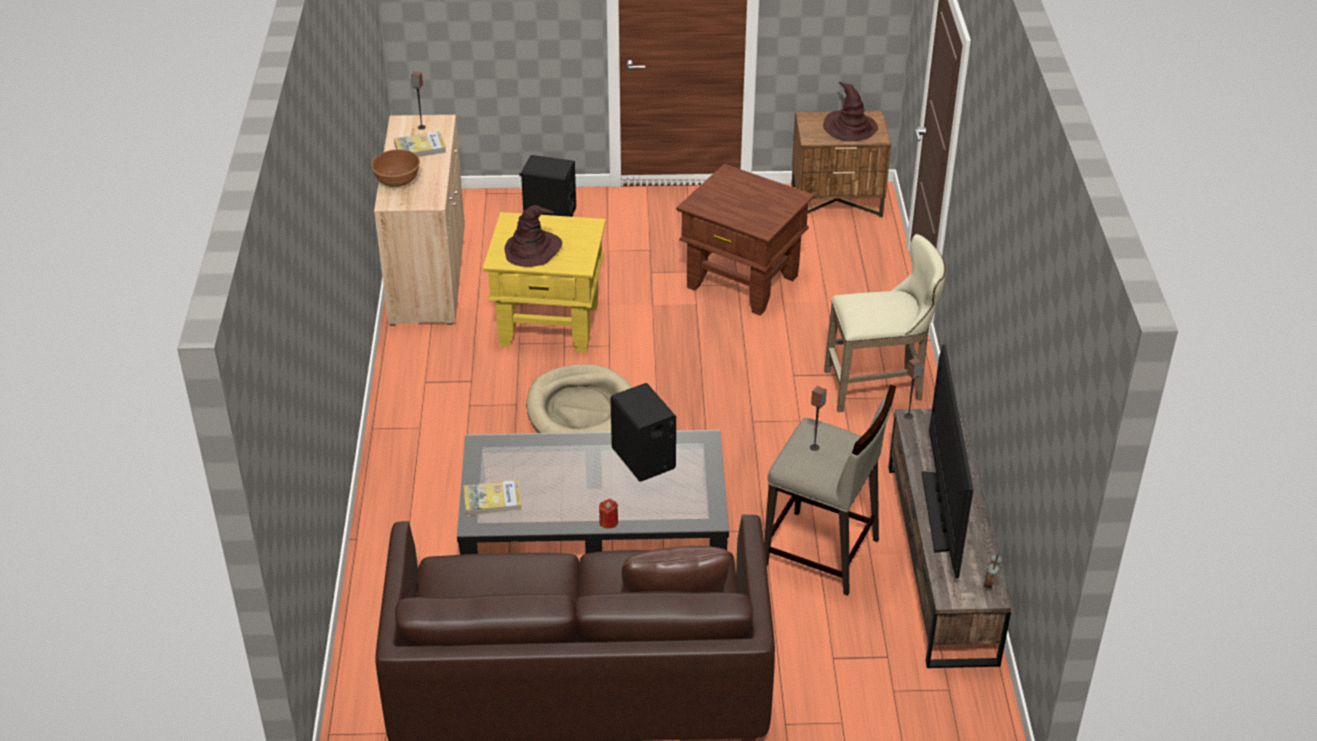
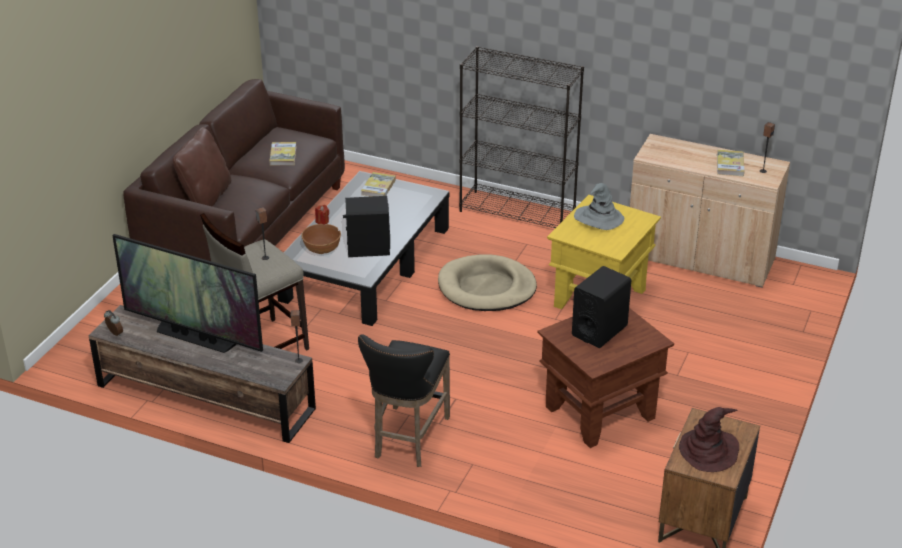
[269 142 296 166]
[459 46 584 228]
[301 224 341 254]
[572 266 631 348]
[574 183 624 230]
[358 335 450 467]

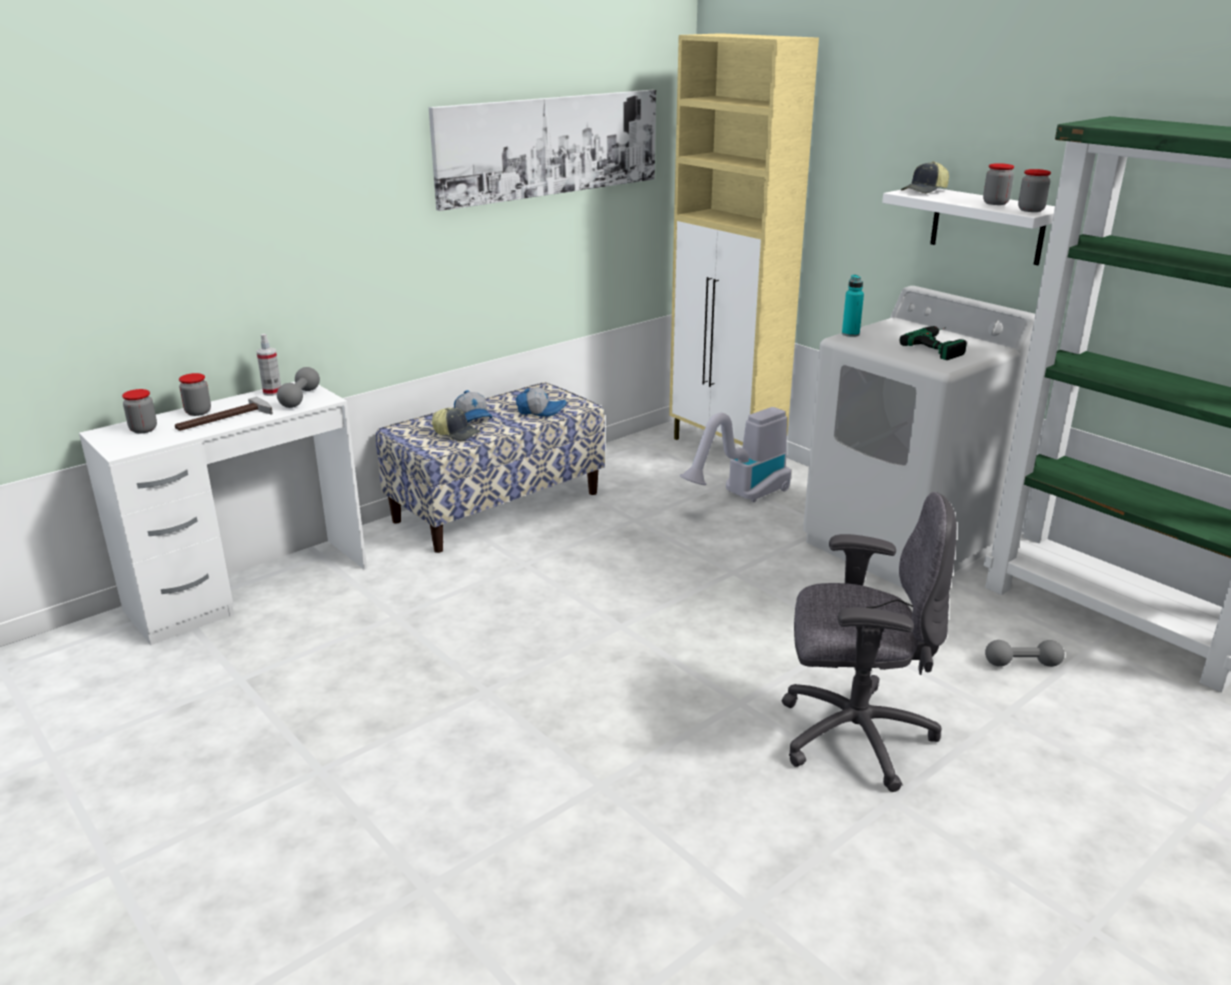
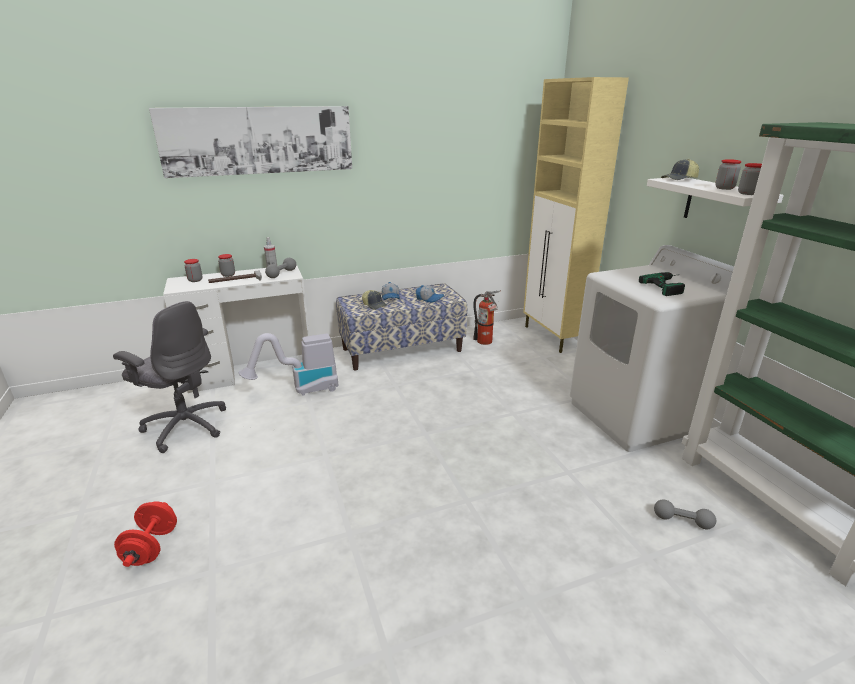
[842 274 864 337] (first image)
[114 501 177 567]
[473 290 501 345]
[149 106 352 178]
[239 333 338 396]
[113 301 226 453]

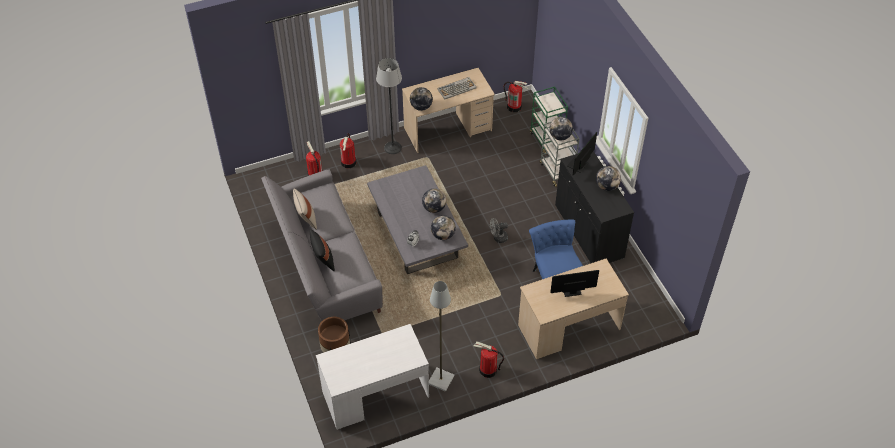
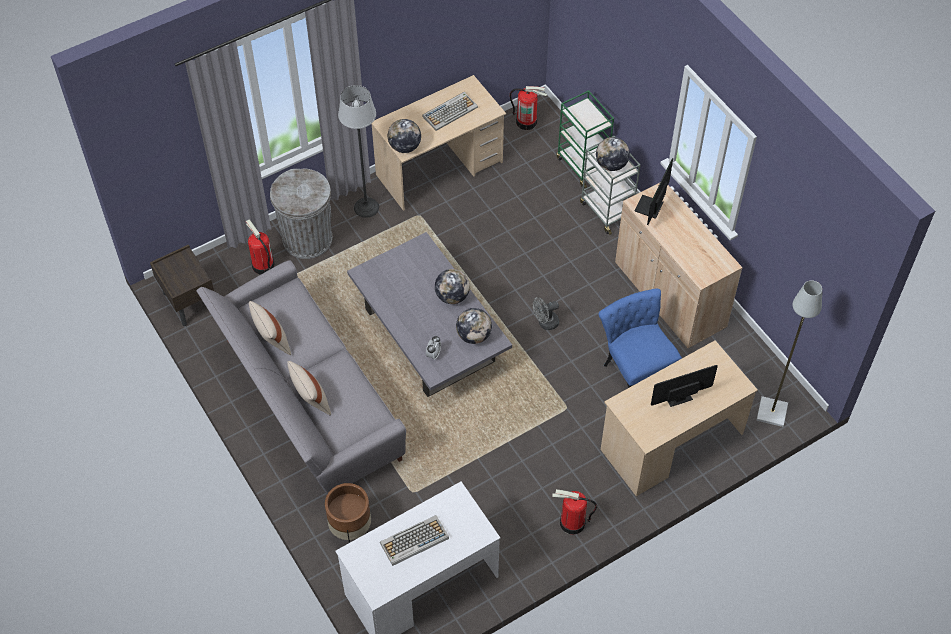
[596 166 621 191] (first image)
[150 244 214 326]
[380 515 449 566]
[757 281 822 427]
[270 168 332 259]
[287 361 331 416]
[615 183 743 348]

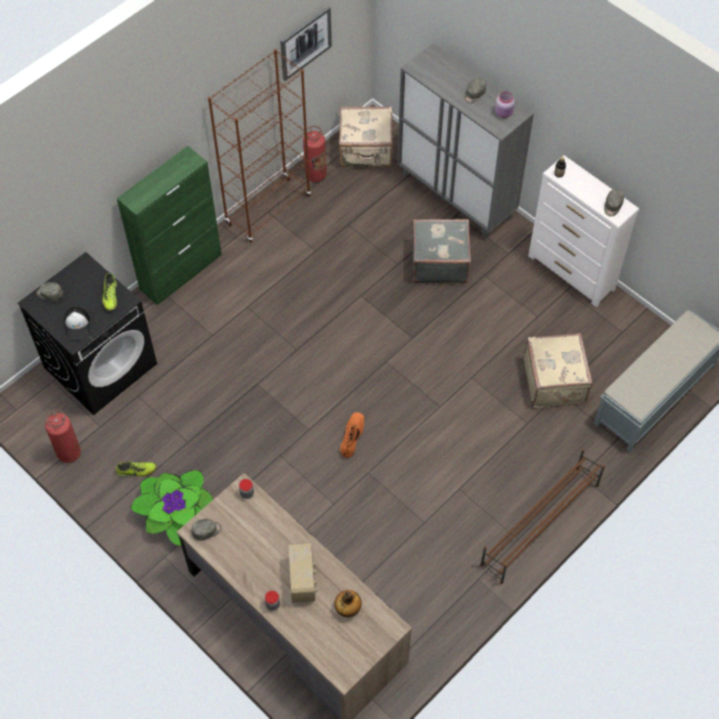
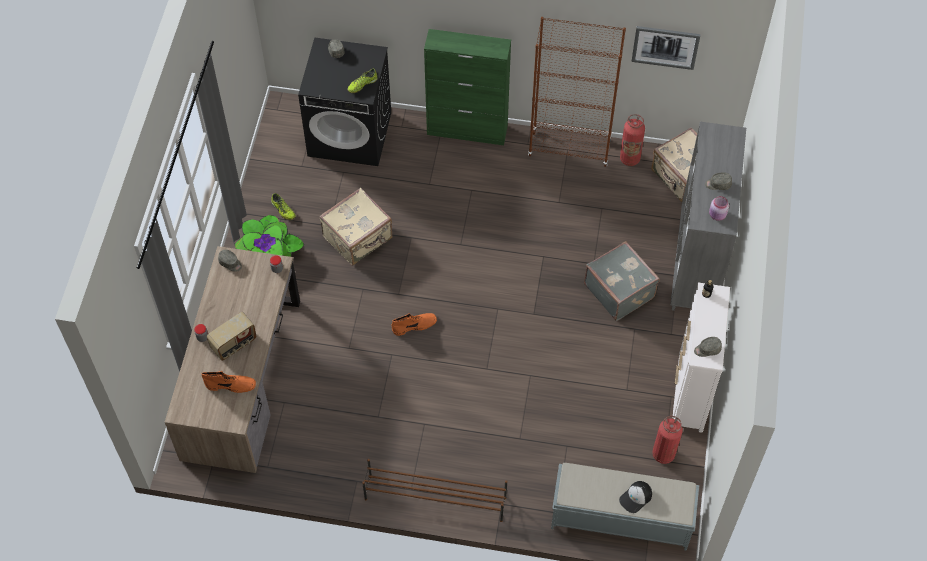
[652 416 683 464]
[619 481 652 513]
[319 188 393 266]
[201 371 256 393]

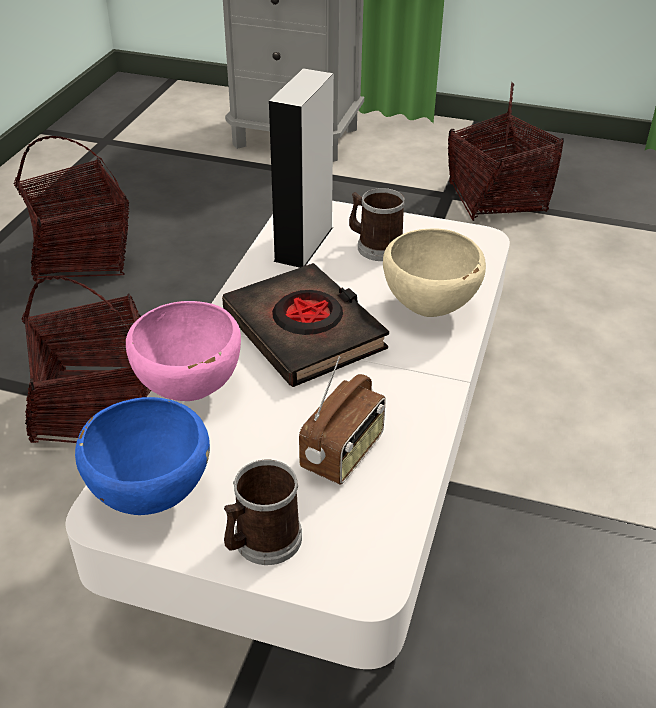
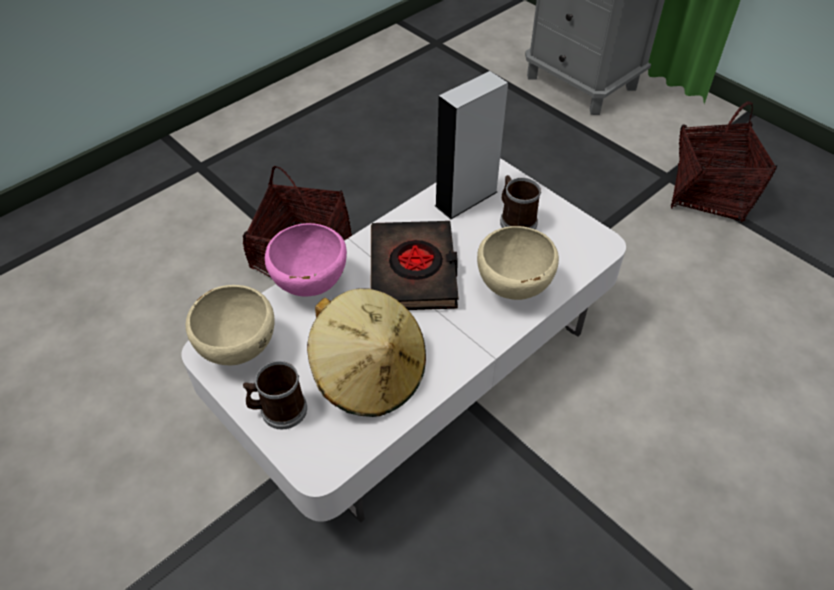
[14 136 129 282] (first image)
[307 288 426 417]
[185 285 275 365]

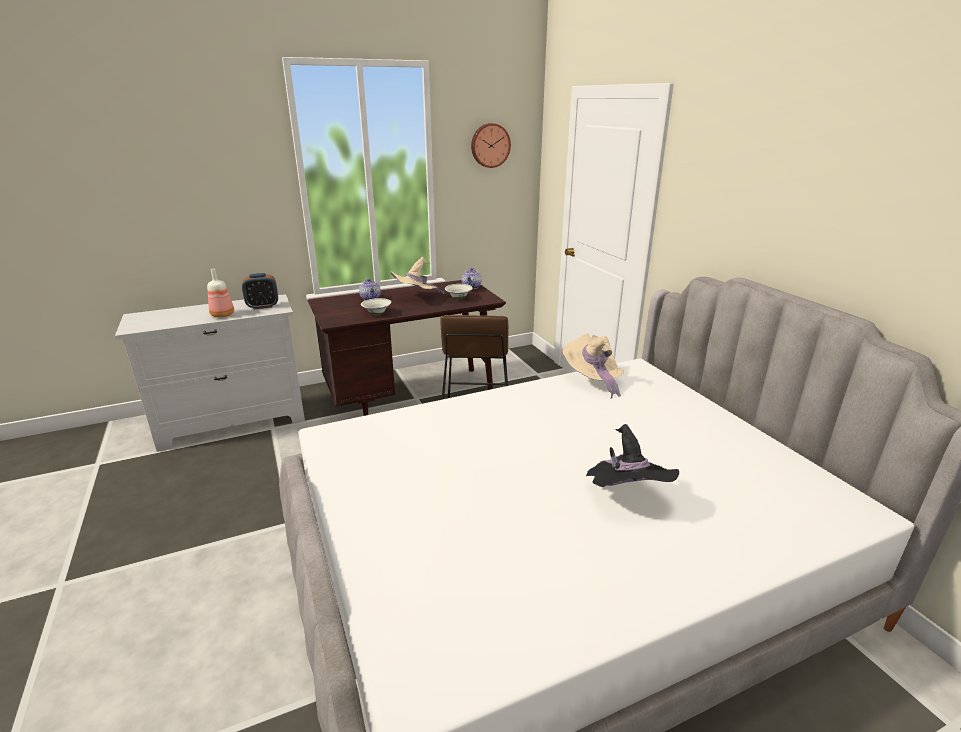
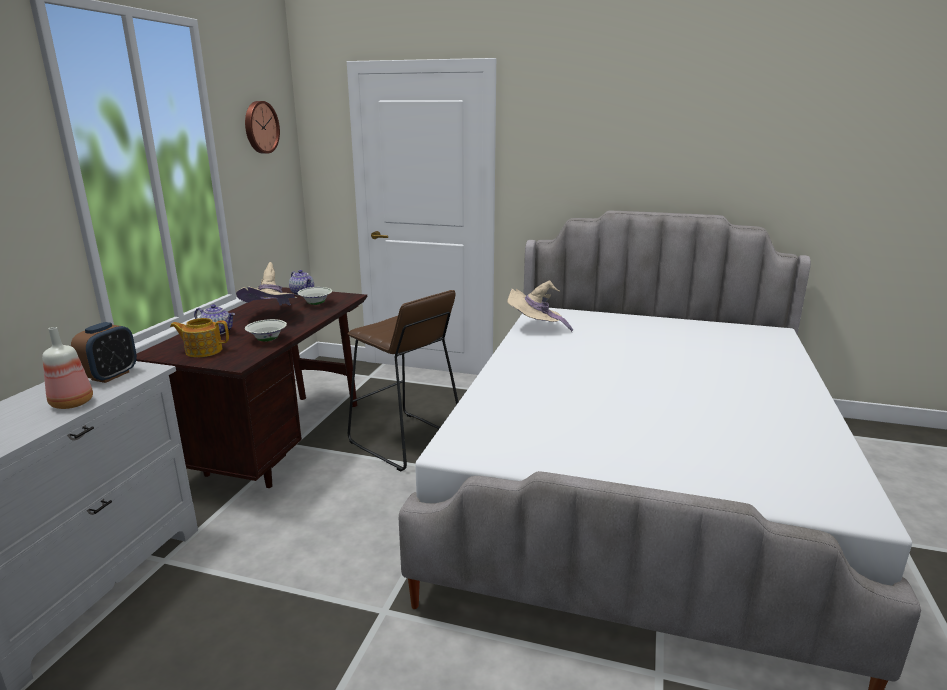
[586 424 679 487] (first image)
[170 318 229 357]

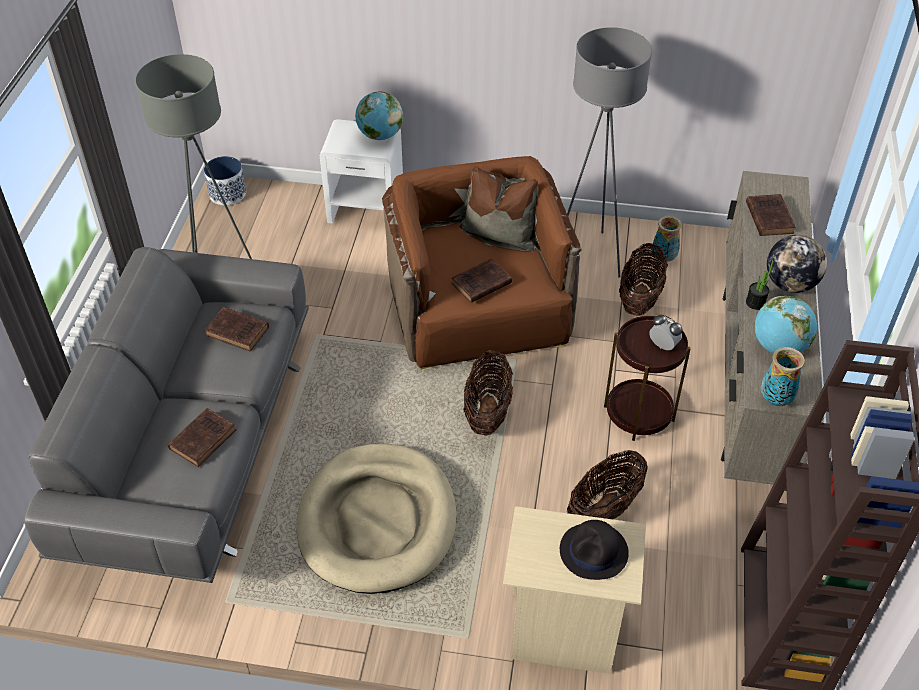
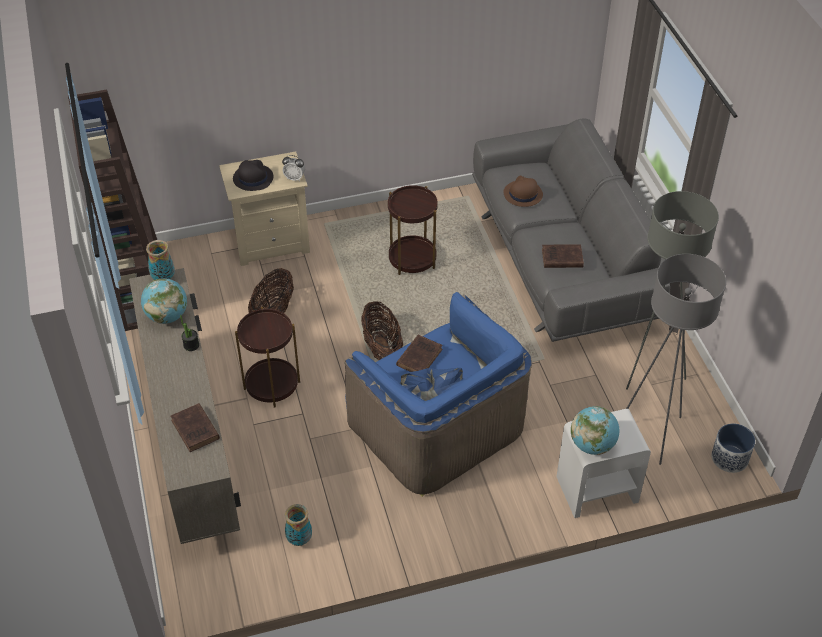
[619 243 668 316] (first image)
[767 235 827 293] (first image)
[626 254 726 465]
[282 155 305 182]
[504 176 543 207]
[388 185 438 275]
[345 292 532 497]

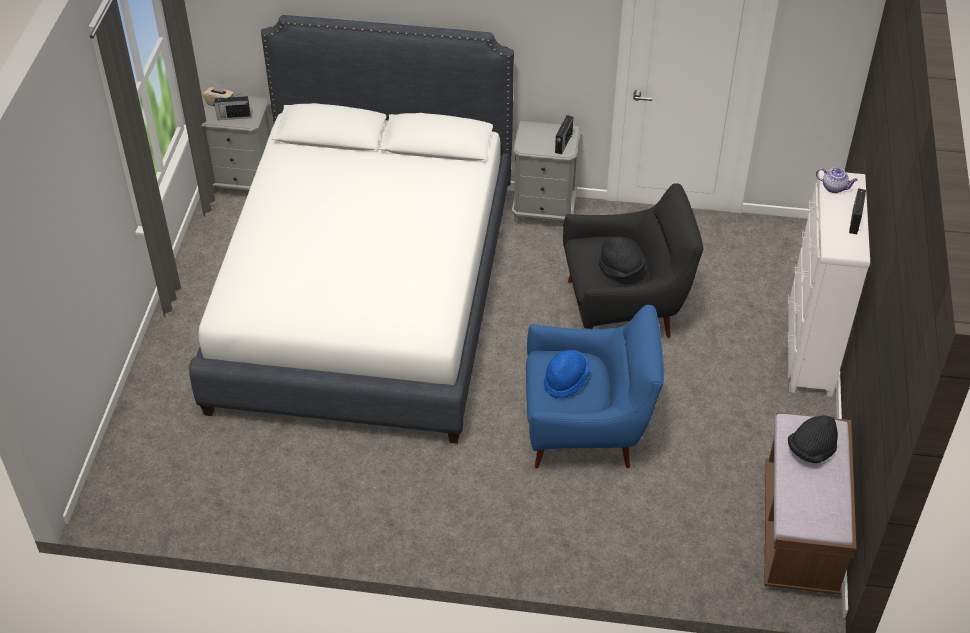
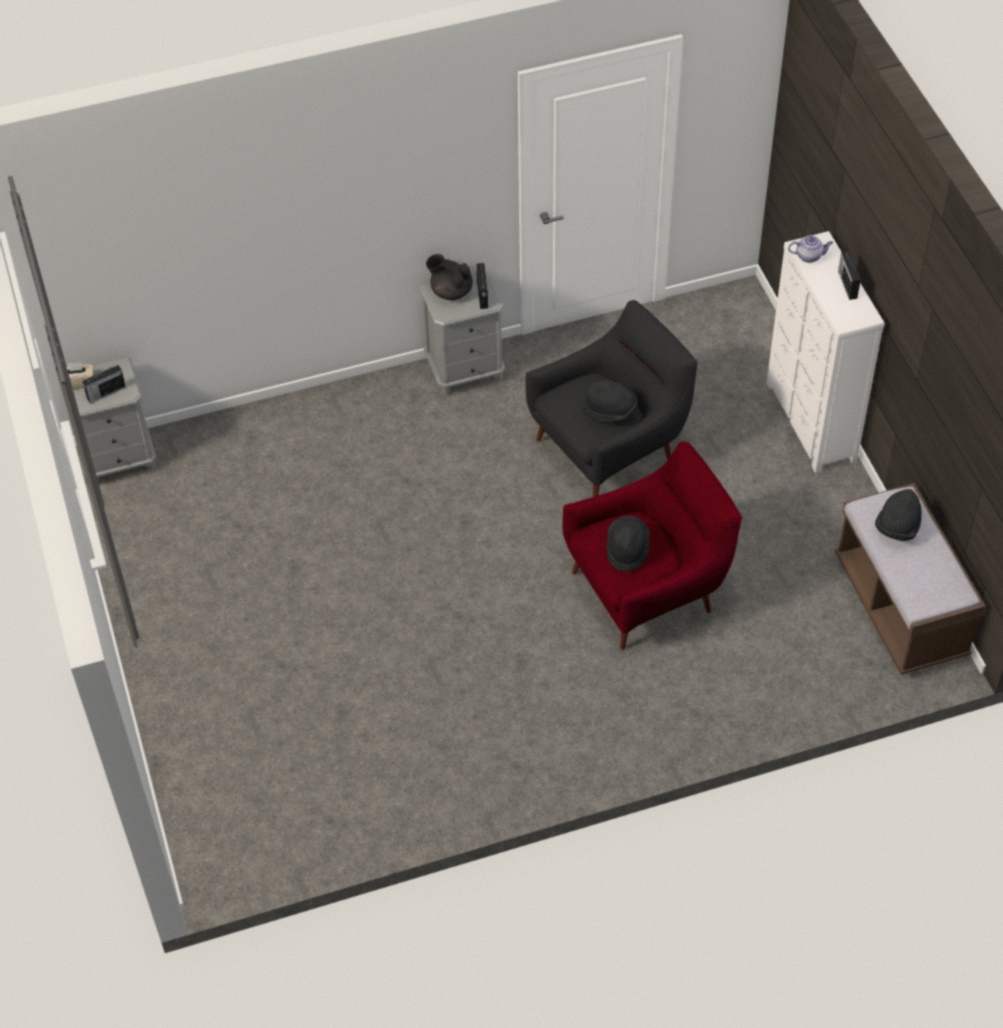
[189 15 514 444] (first image)
[426 254 473 300]
[562 441 742 650]
[607 516 650 572]

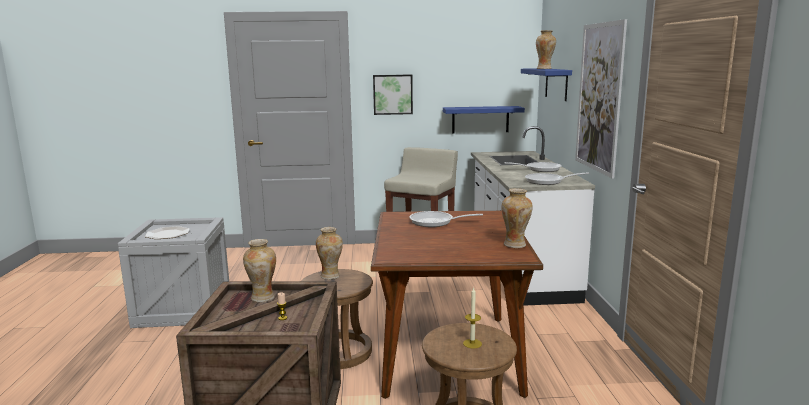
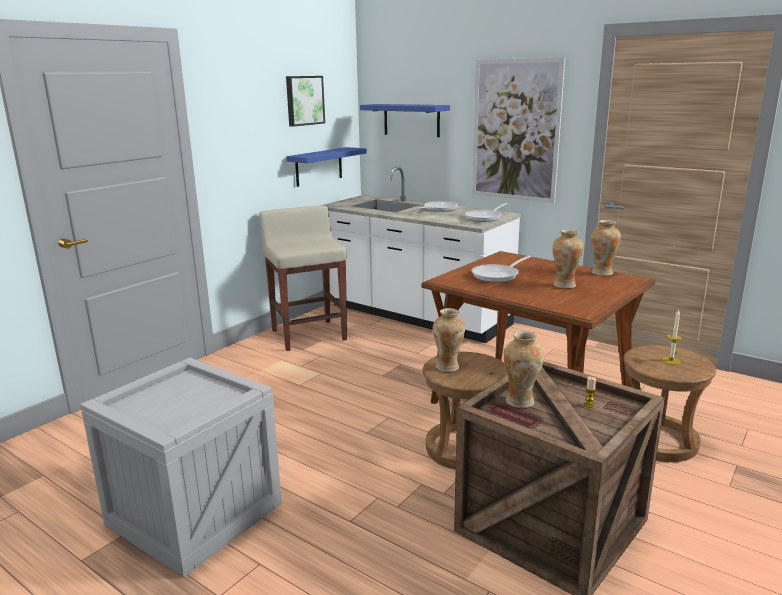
[145 226 189 239] (first image)
[286 76 325 127]
[552 229 584 289]

